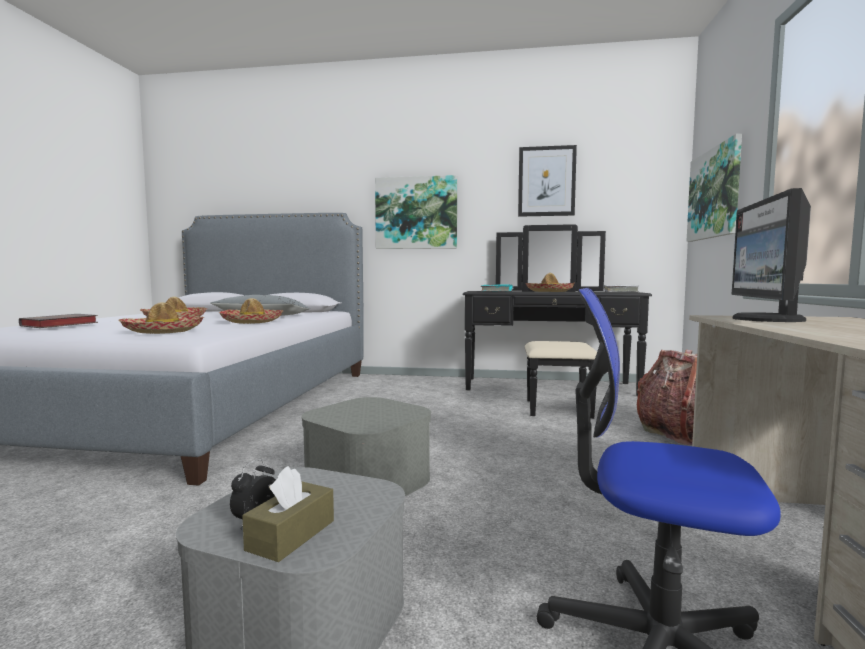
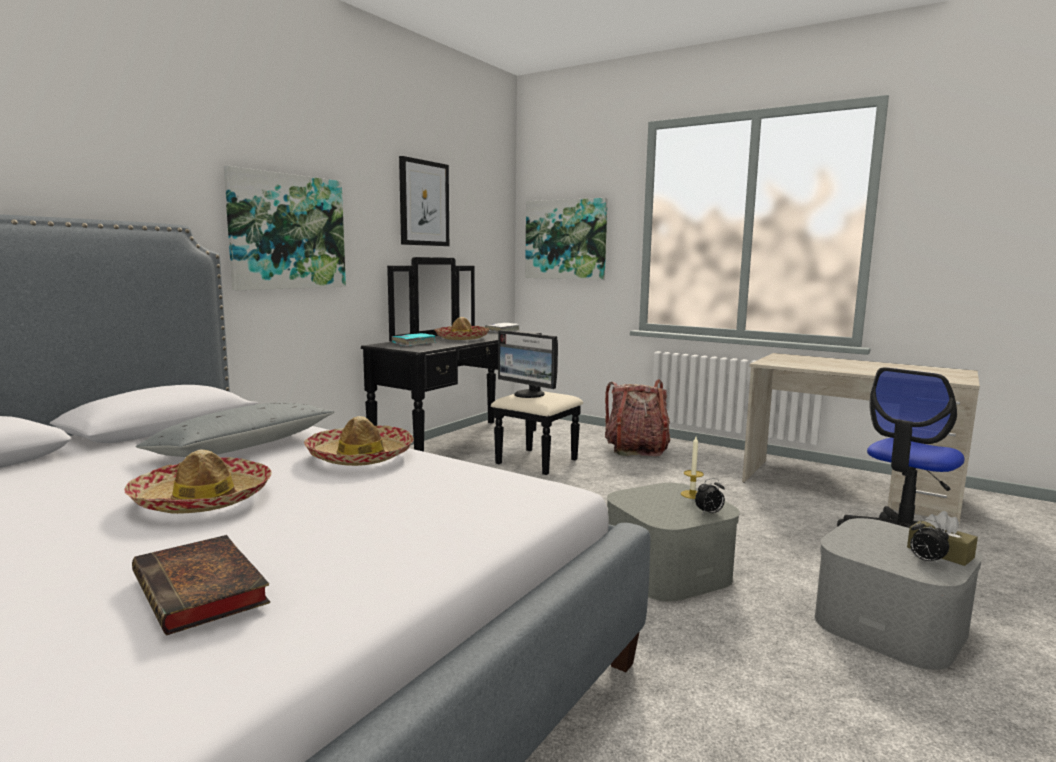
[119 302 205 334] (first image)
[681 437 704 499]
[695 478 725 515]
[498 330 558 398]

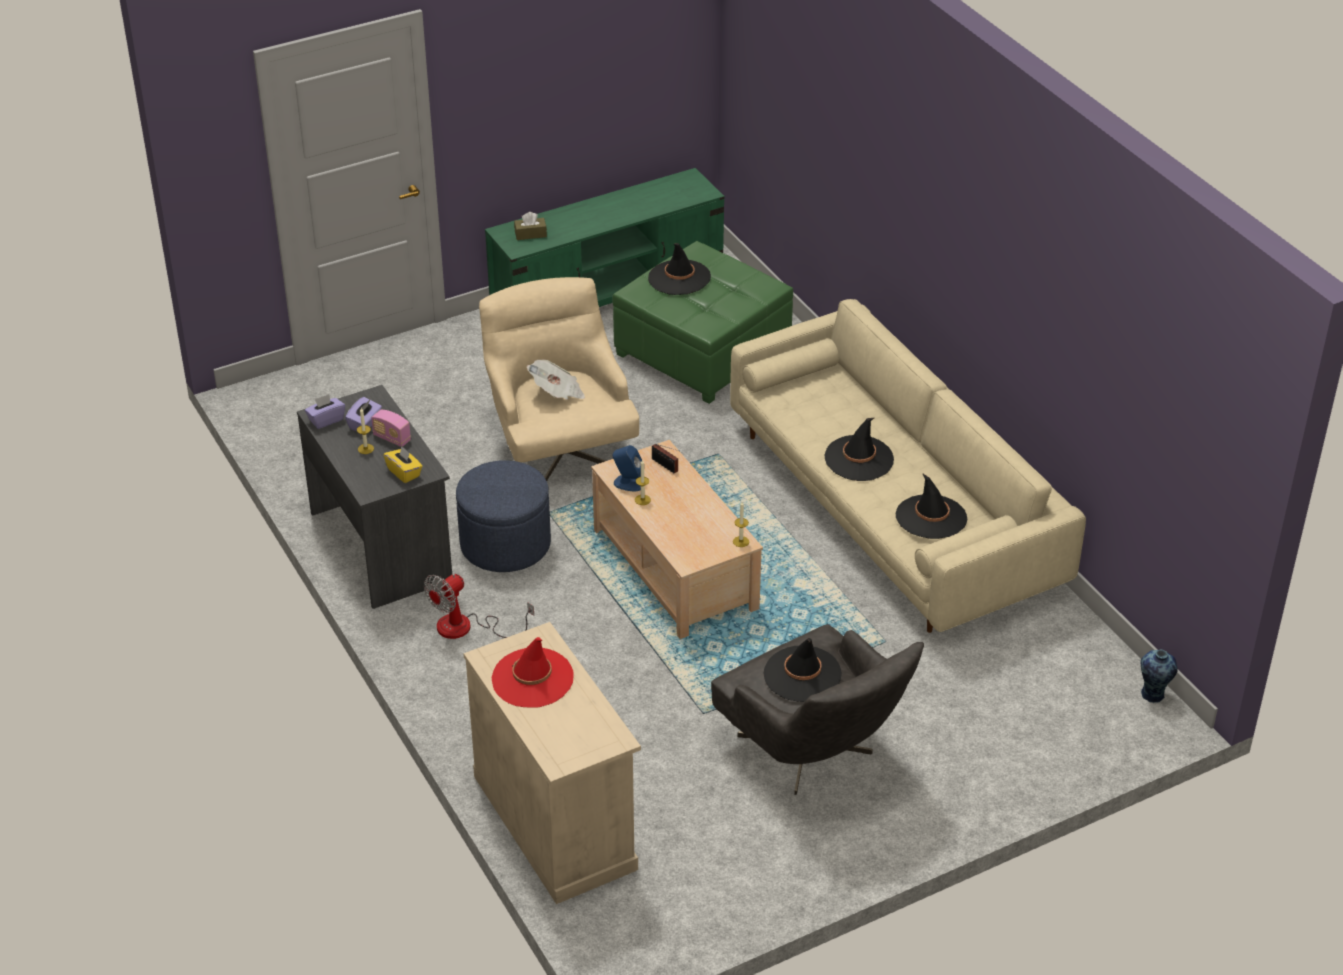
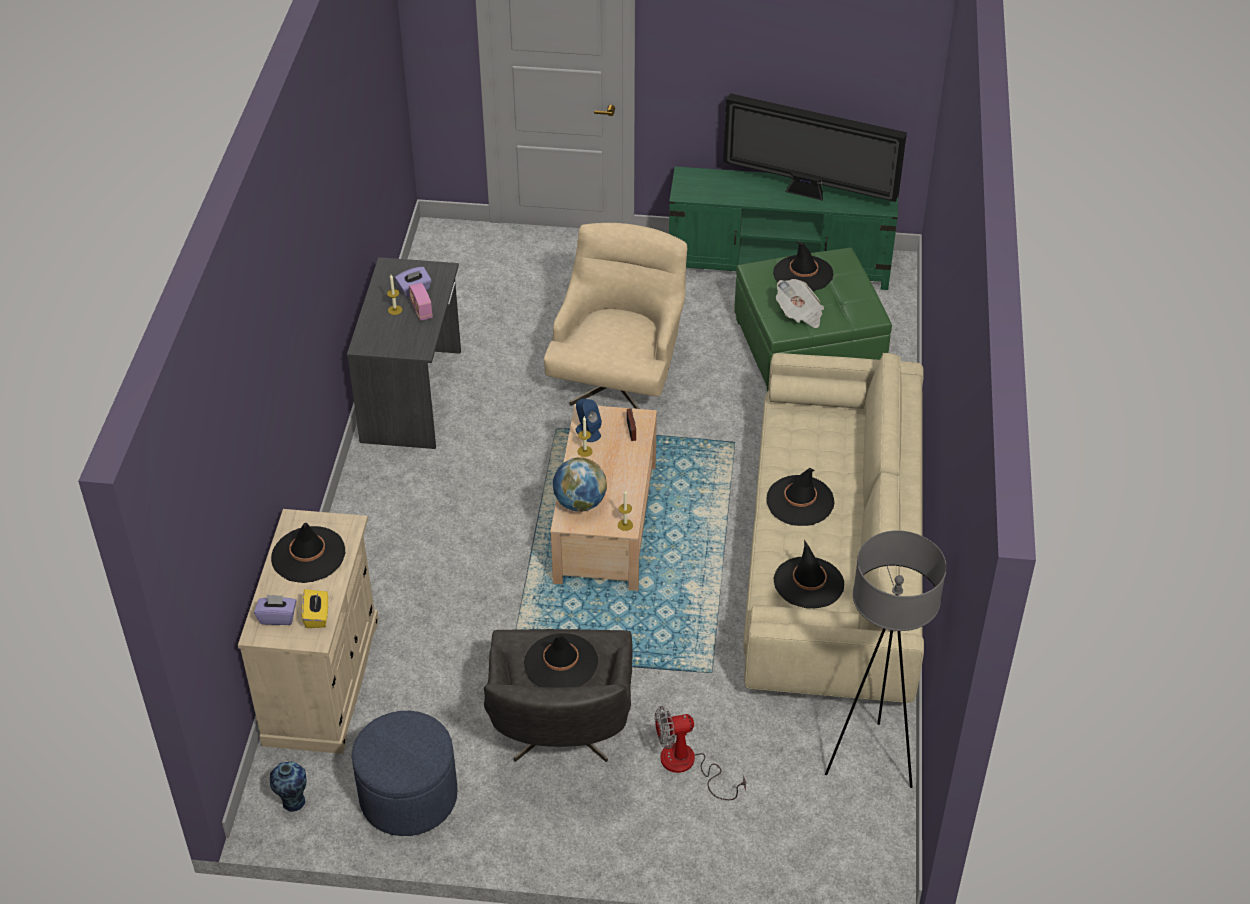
[514 212 547 240] (first image)
[553 457 607 512]
[723 93 907 202]
[825 530 947 788]
[254 594 296 625]
[302 589 328 628]
[655 706 746 800]
[352 711 458 836]
[776 279 824 328]
[270 761 306 812]
[271 523 345 583]

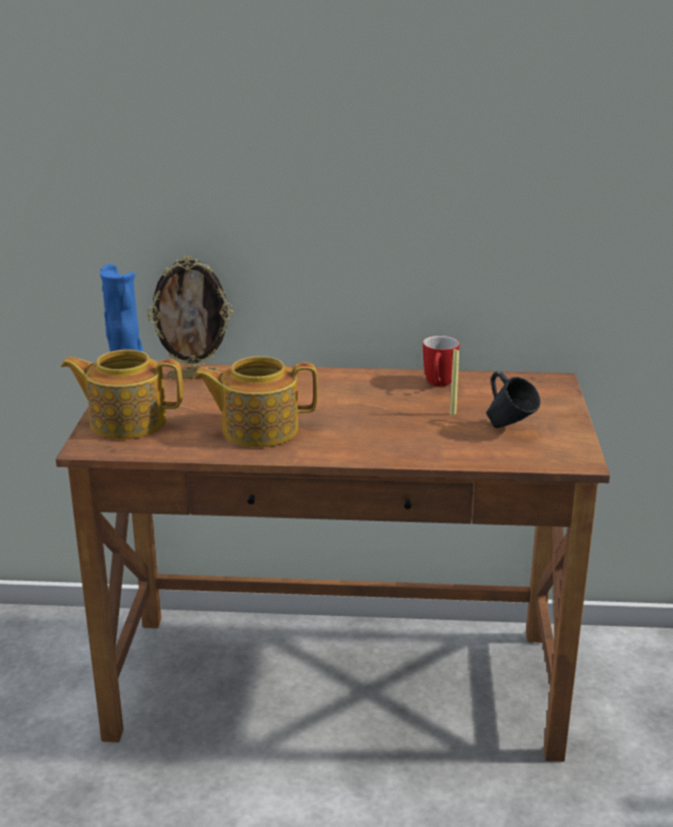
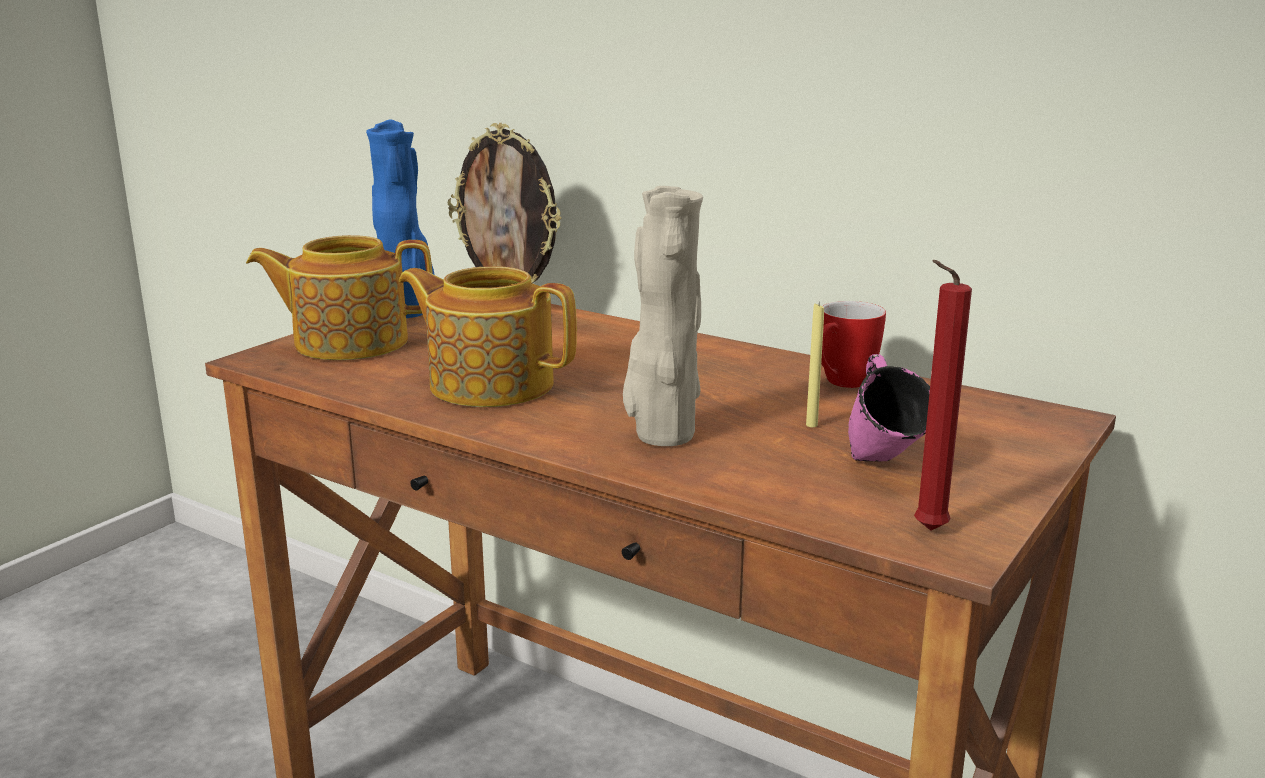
[623 186 703 446]
[914 260 972 531]
[848 354 930 461]
[246 235 433 360]

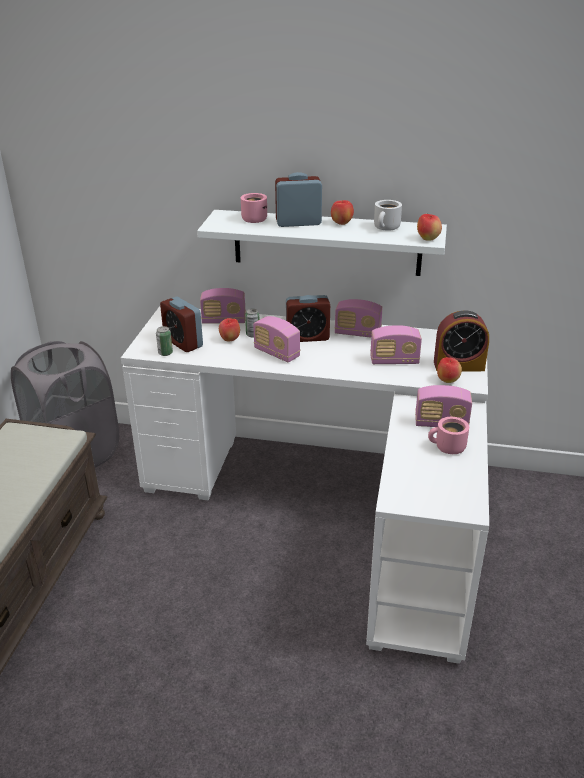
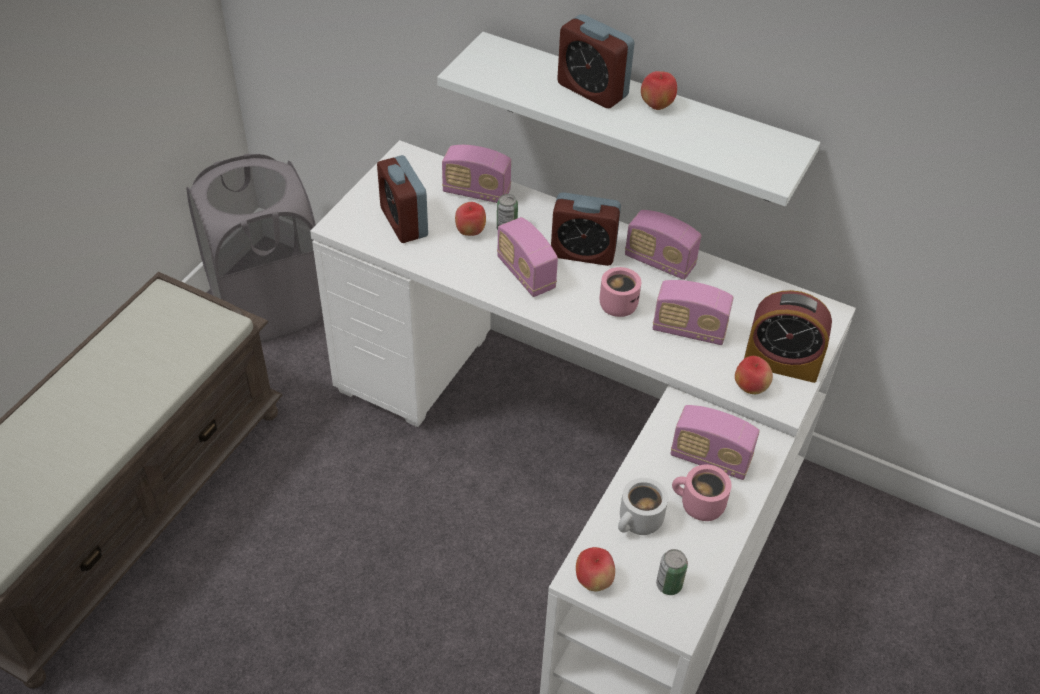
[656 549 688 595]
[600 267 641 317]
[618 478 668 535]
[576 547 615 591]
[557 15 634 108]

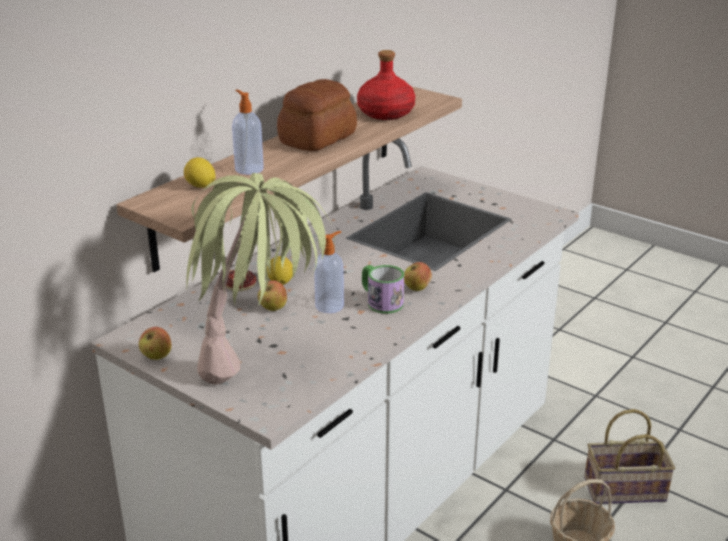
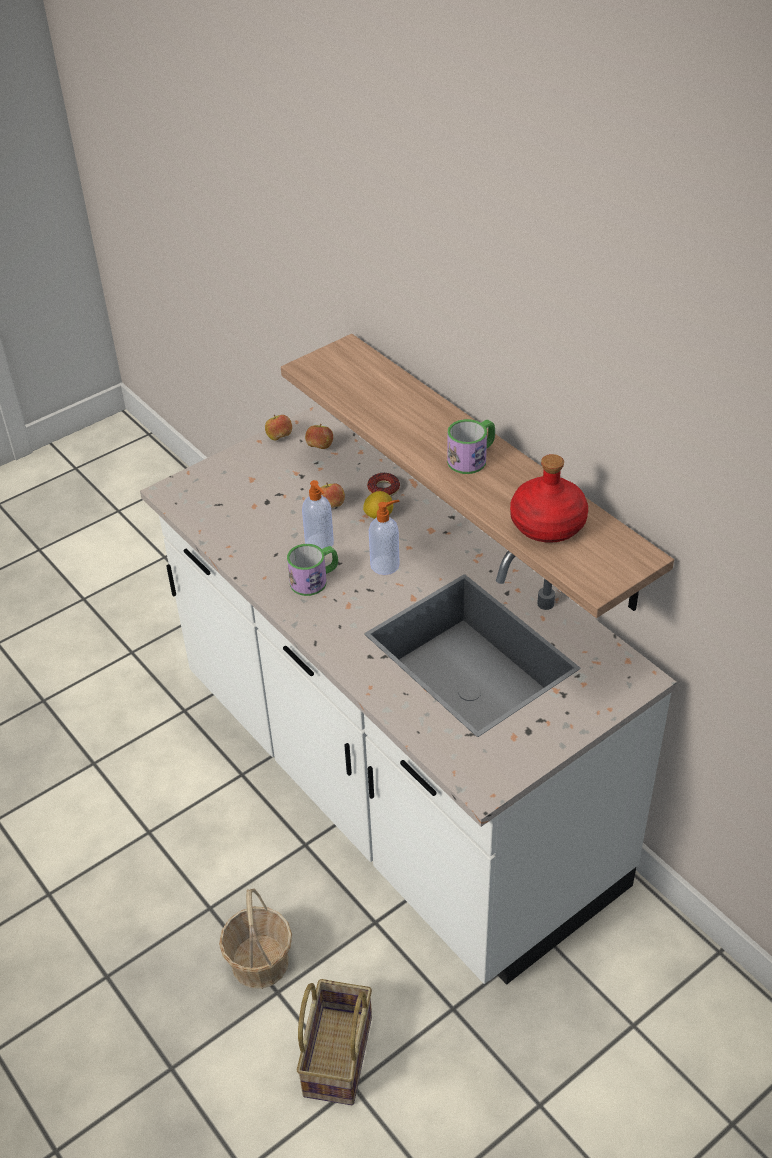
[184 157 216 188] (first image)
[186 173 335 385] (first image)
[369 500 400 575]
[305 424 333 449]
[447 419 495 474]

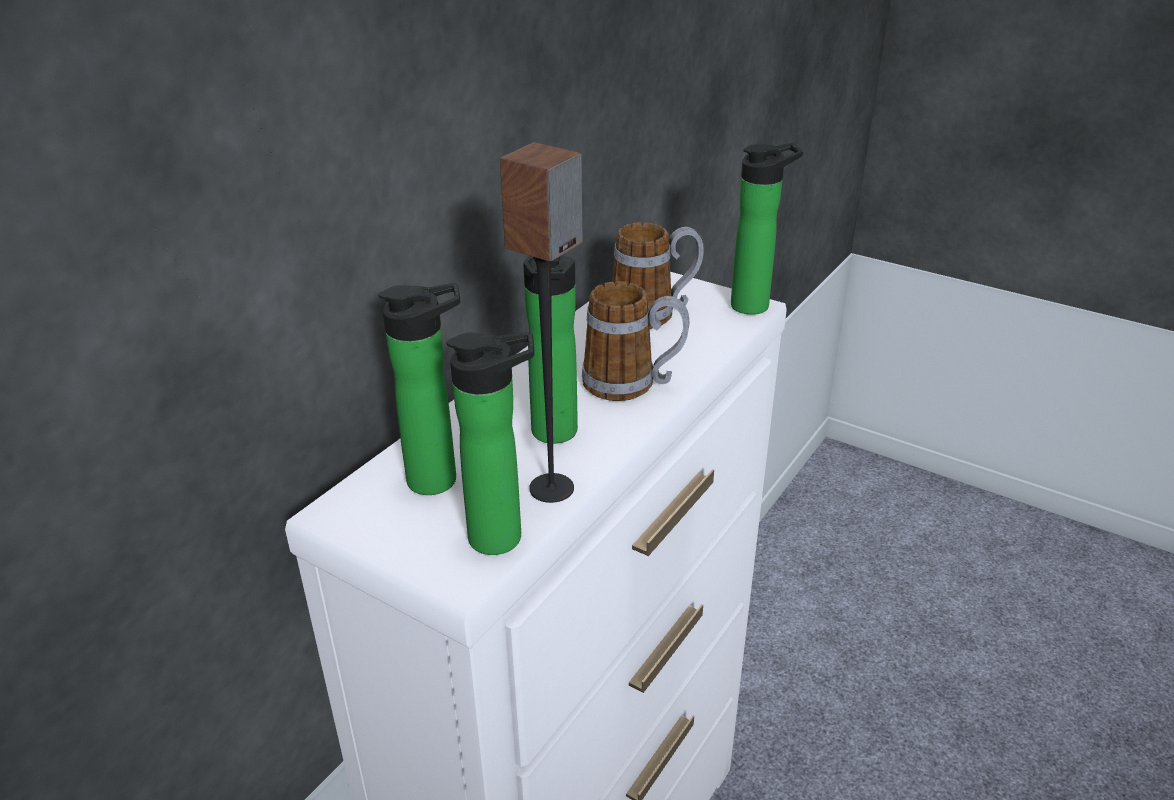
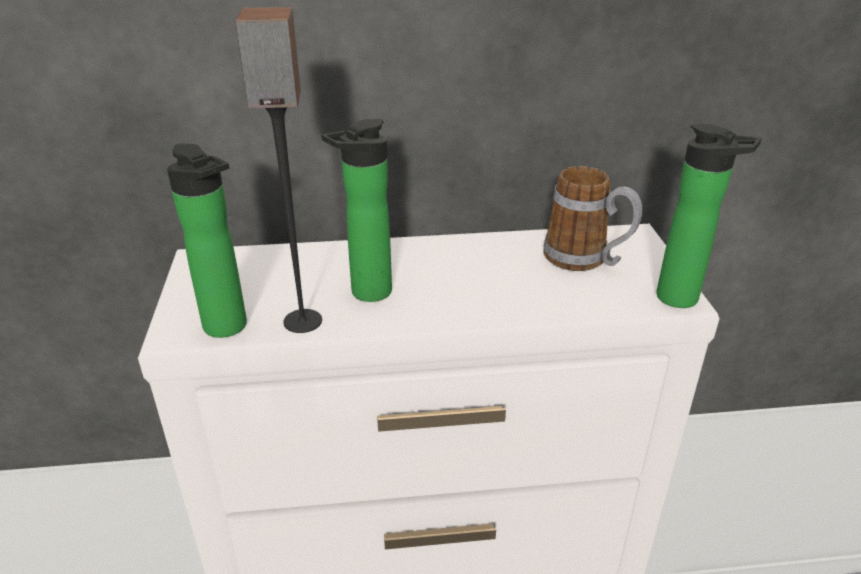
[378 283 460 495] (first image)
[582 281 689 401] (first image)

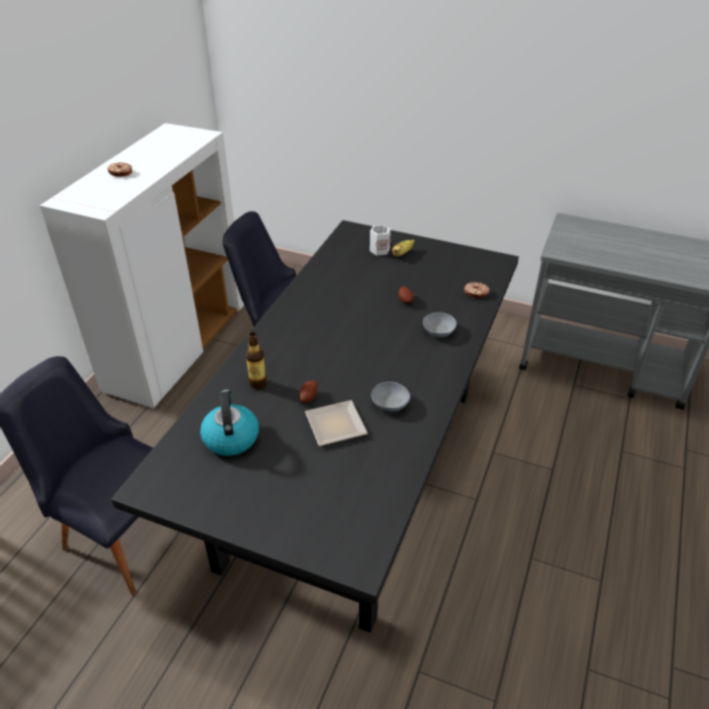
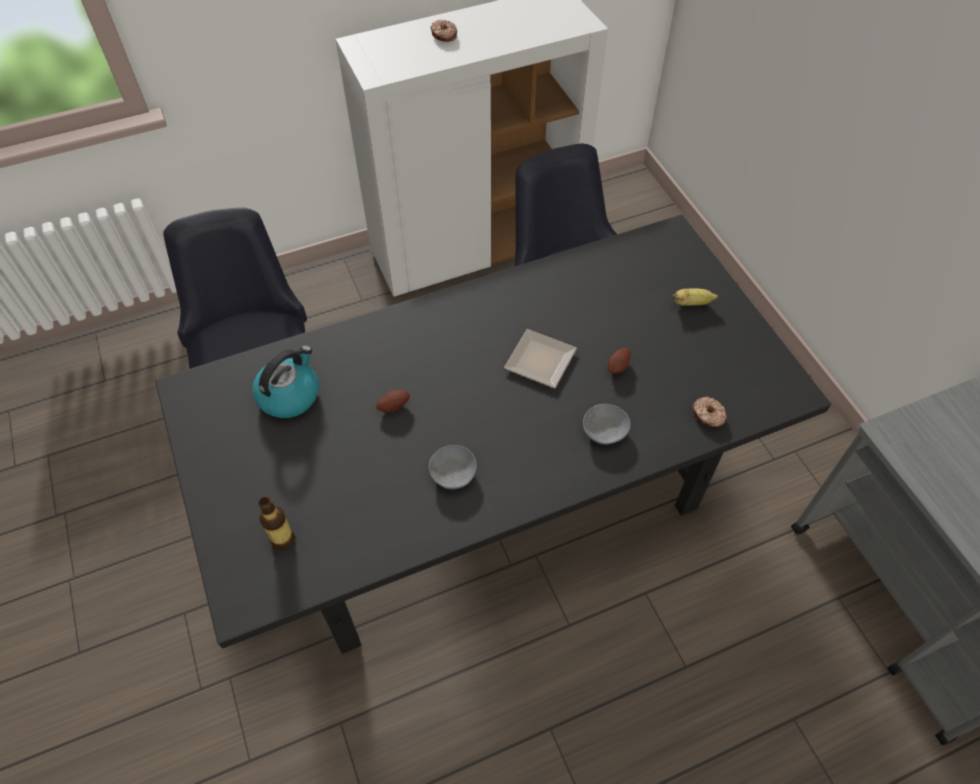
[370 225 391 256] (first image)
[258 496 295 551]
[504 329 577 388]

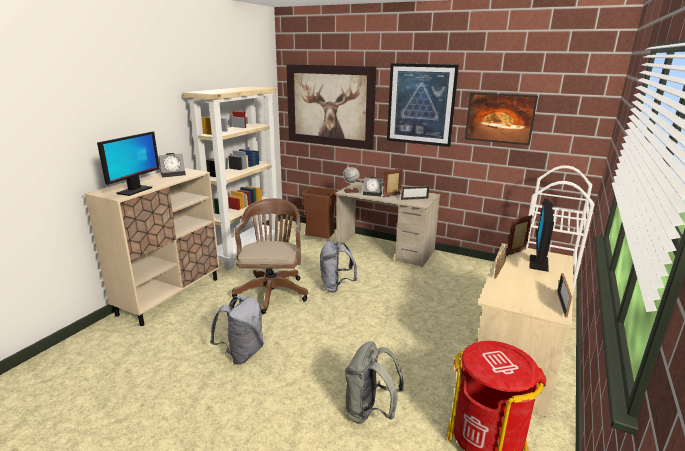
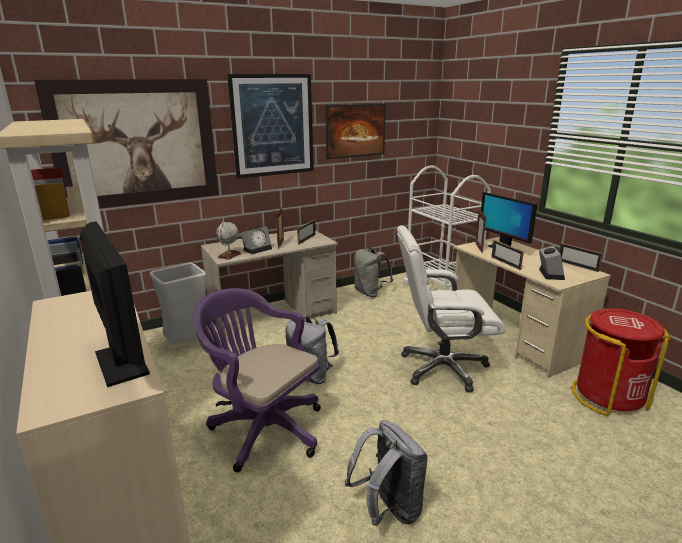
[397 225 505 392]
[539 246 565 280]
[354 248 393 298]
[194 288 321 472]
[150 263 209 344]

